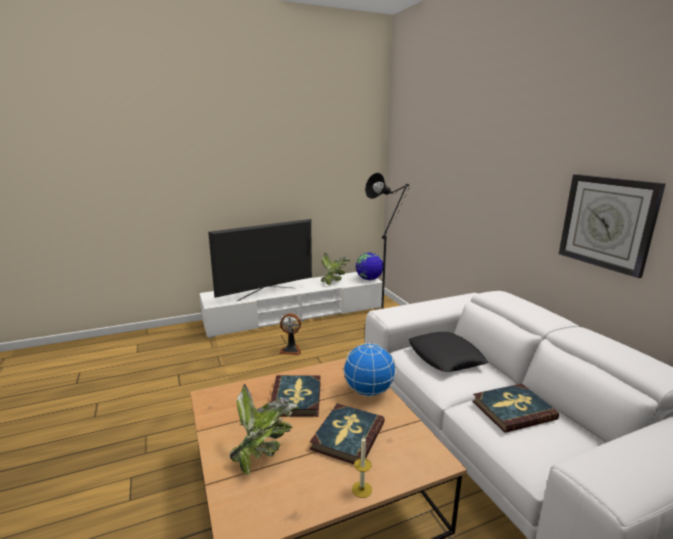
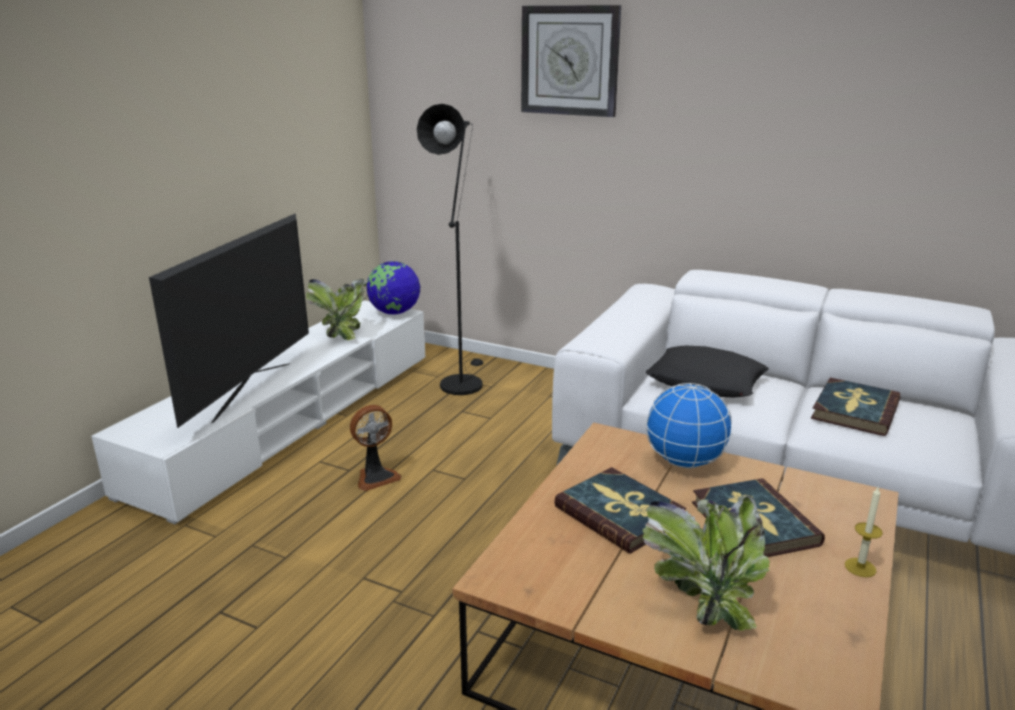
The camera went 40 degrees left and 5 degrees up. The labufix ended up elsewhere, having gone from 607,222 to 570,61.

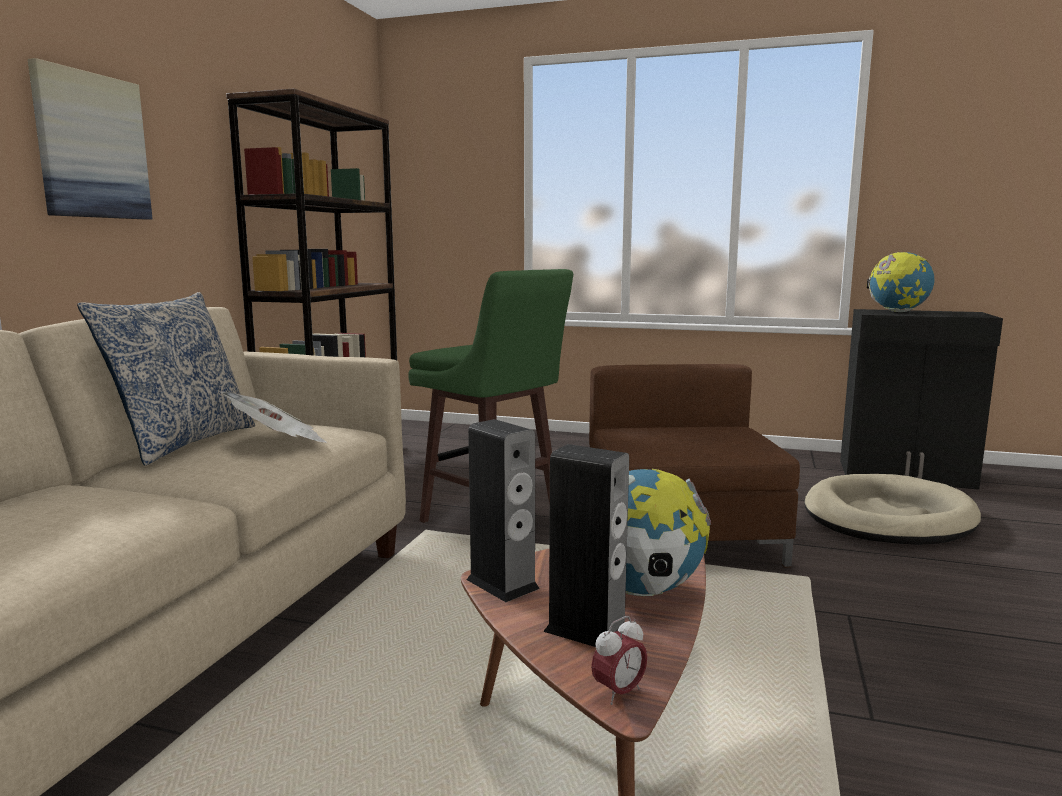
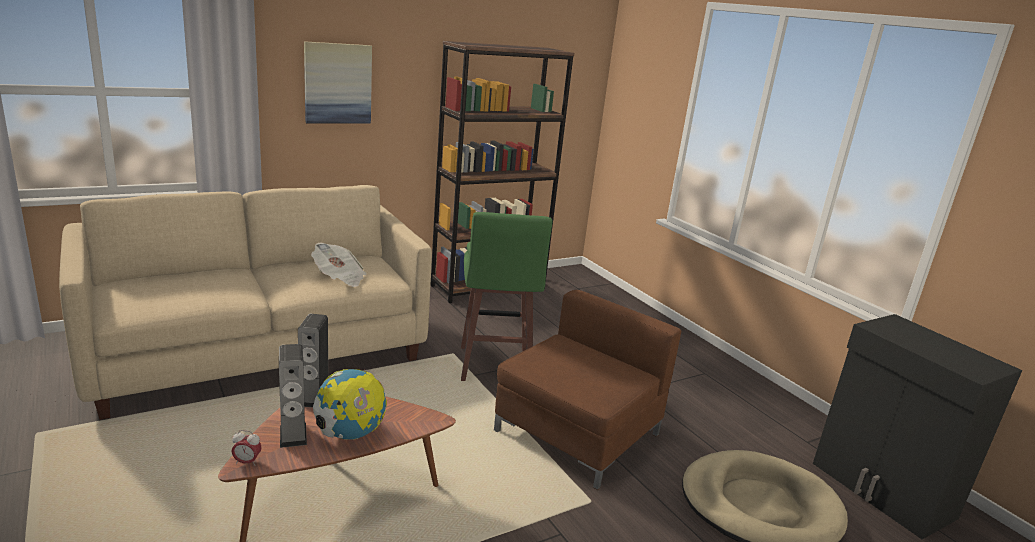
The camera went 40 degrees right and 10 degrees up. The second view lost the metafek at 897,312. The second view lost the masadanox at 182,443.

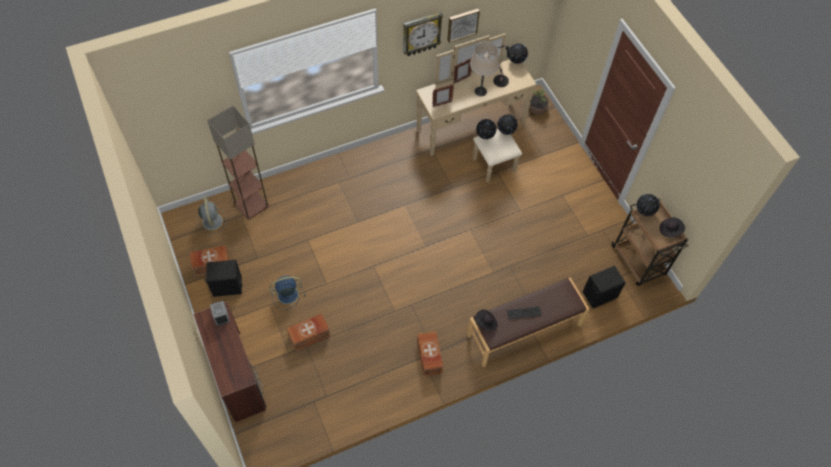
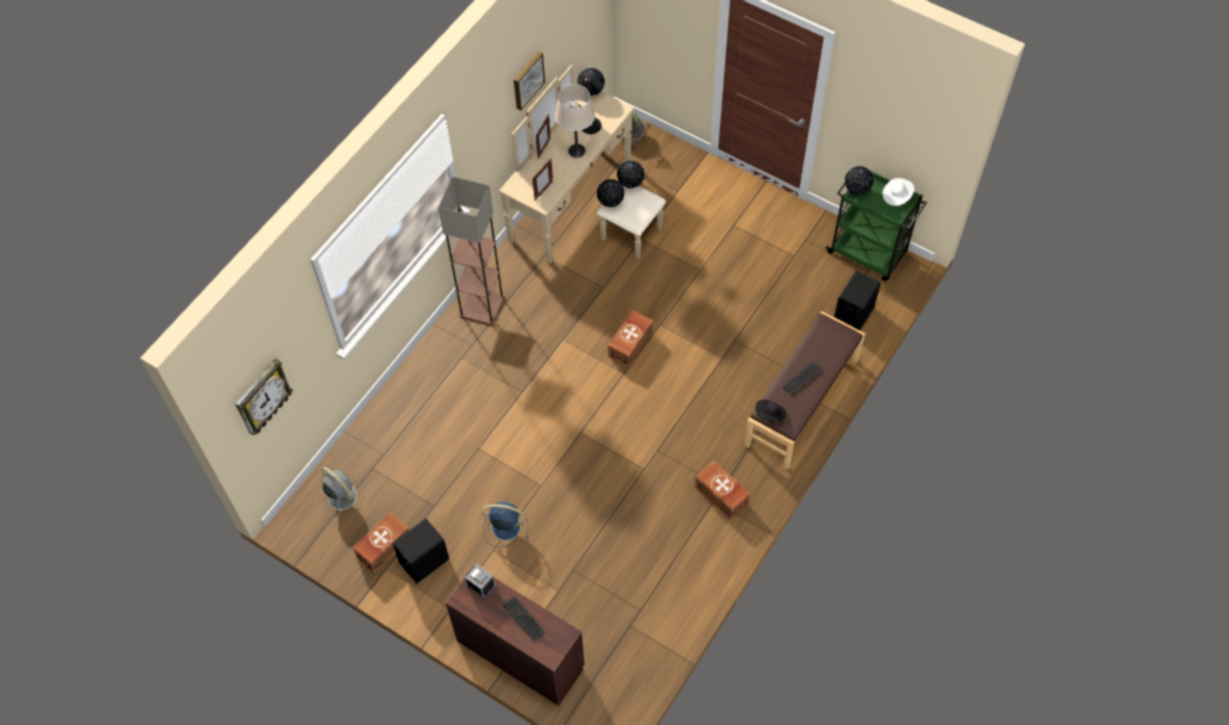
The camera went 30 degrees left and 0 degrees up. The labufix ended up elsewhere, having gone from 421,33 to 262,397. The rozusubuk ended up elsewhere, having gone from 251,204 to 481,306. What was the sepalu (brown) at 639,261 turned into the sepalu (green) at 868,253. What was the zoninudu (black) at 670,230 turned into the zoninudu (white) at 896,196. The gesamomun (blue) at 286,295 ended up facing another way, 60 degrees clockwise from before. The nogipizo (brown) ended up elsewhere, having gone from 310,336 to 631,344. The second view gained the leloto at 524,619.

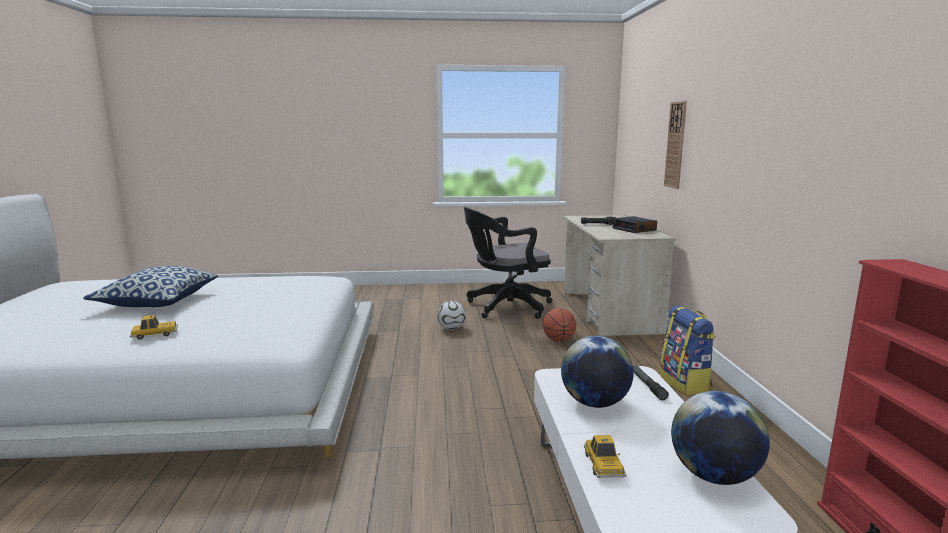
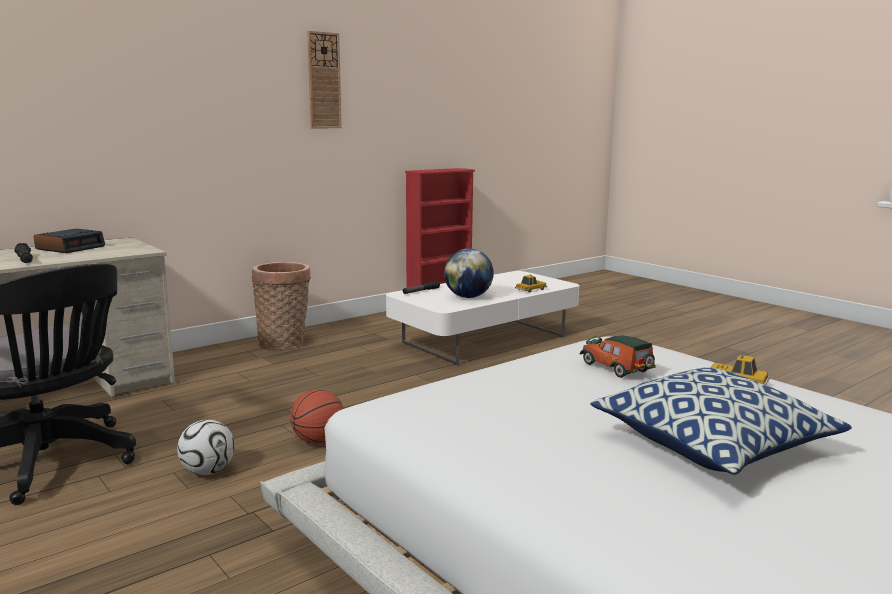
The camera went 125 degrees left and 0 degrees up. The labufix ended up elsewhere, having gone from 676,145 to 324,80. Where the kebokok stood at 685,383, the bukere came to stand at 284,343. The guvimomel ended up elsewhere, having gone from 558,340 to 318,441. The second view lost the metafek at 714,476. The second view gained the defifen at 617,369.

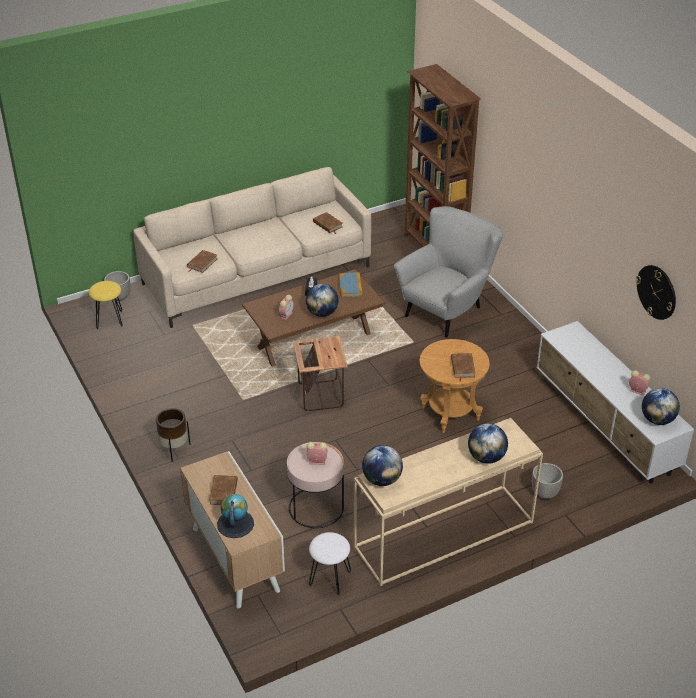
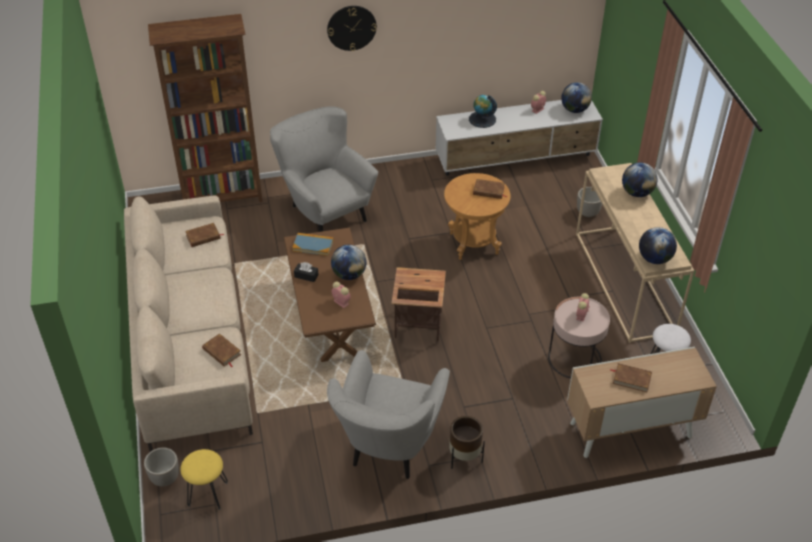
The camera went 75 degrees left and 5 degrees up. The labufix ended up elsewhere, having gone from 656,292 to 351,27. The metafek ended up elsewhere, having gone from 235,524 to 482,119. The second view gained the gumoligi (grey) at 389,448.

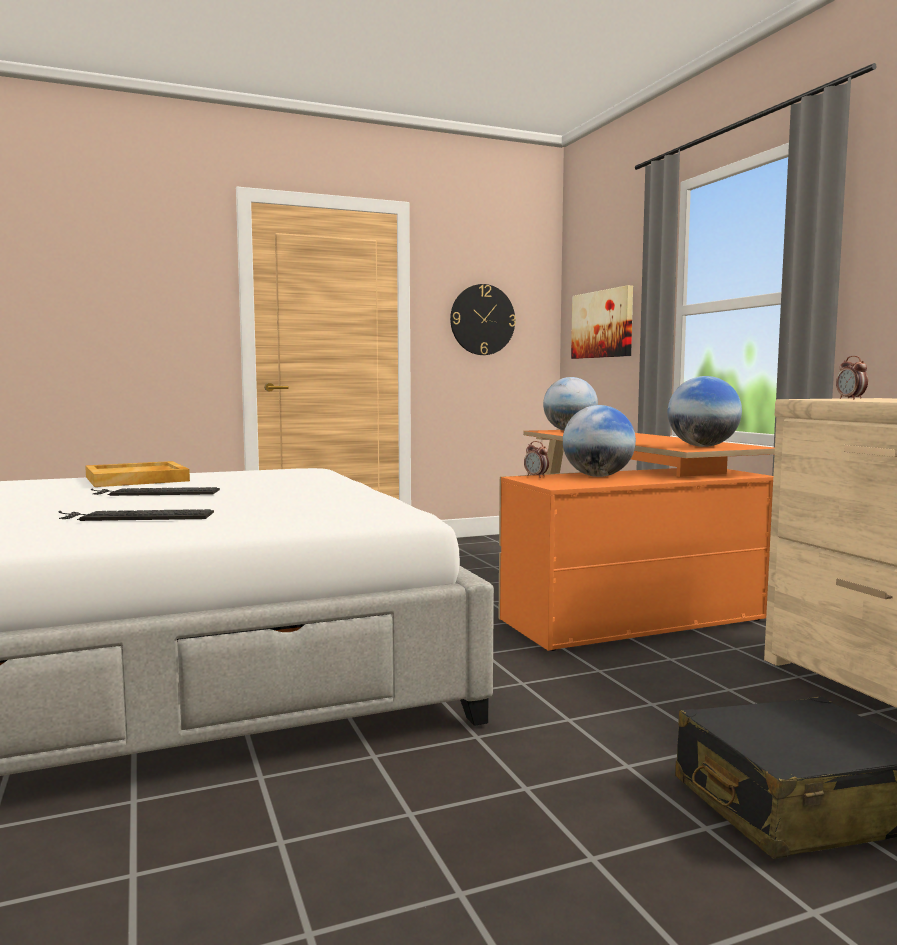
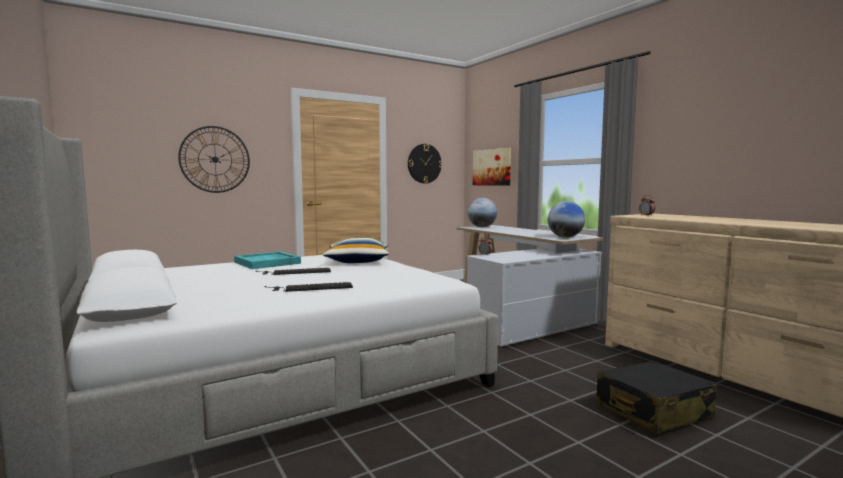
The camera went 10 degrees left and 0 degrees up. The second view lost the metafek at 597,476. What was the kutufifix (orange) at 618,597 turned into the kutufifix (white) at 518,316. What was the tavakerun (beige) at 137,479 turned into the tavakerun (turquoise) at 268,263. The second view gained the labufix at 215,159. The second view gained the masadanox at 357,261.

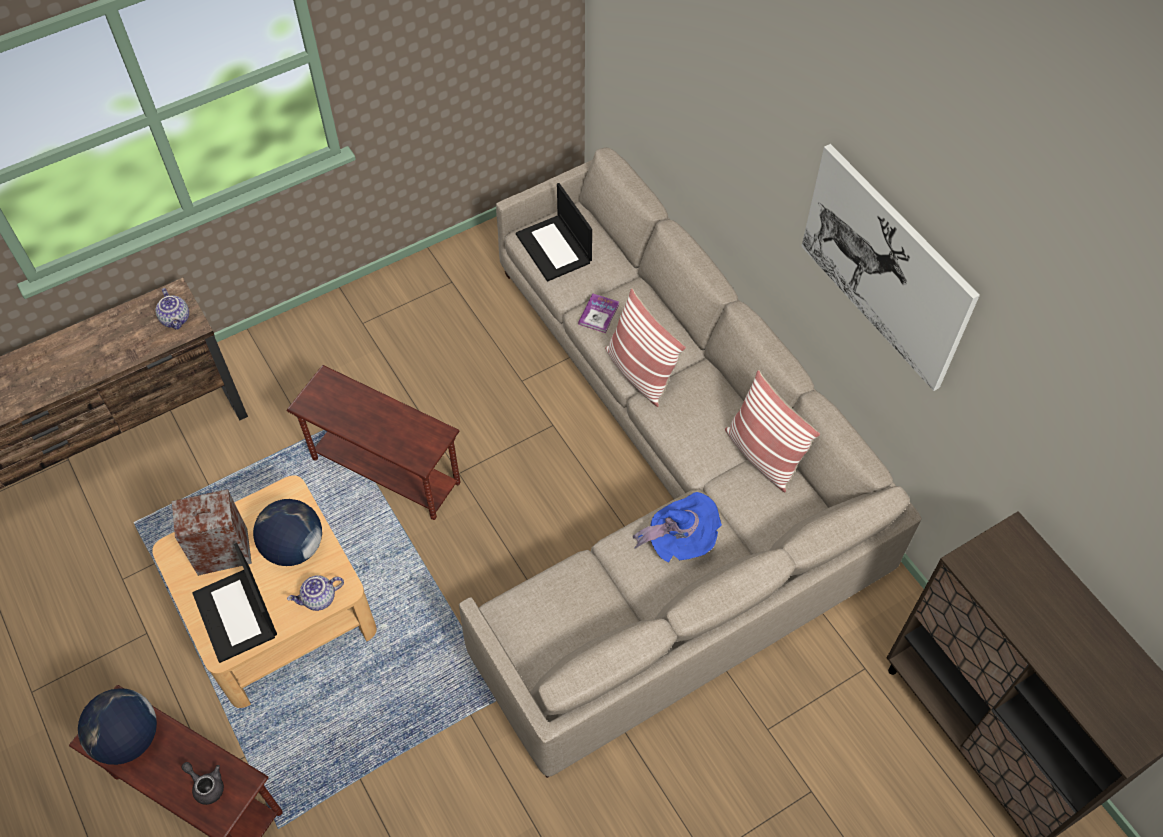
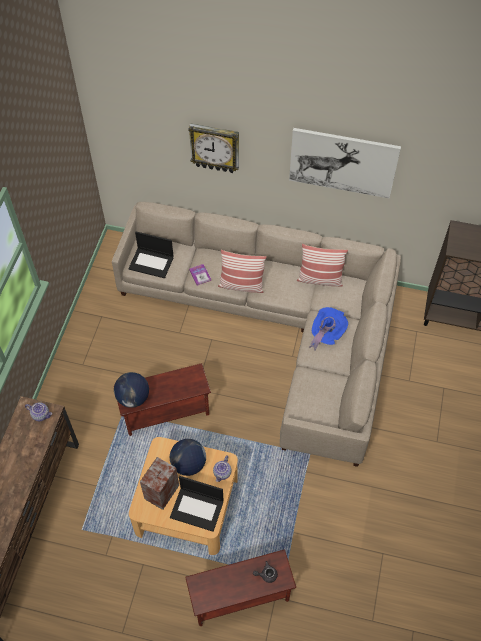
The camera went 45 degrees left and 0 degrees up. The metafek ended up elsewhere, having gone from 129,738 to 133,398. The second view gained the labufix at 215,147.

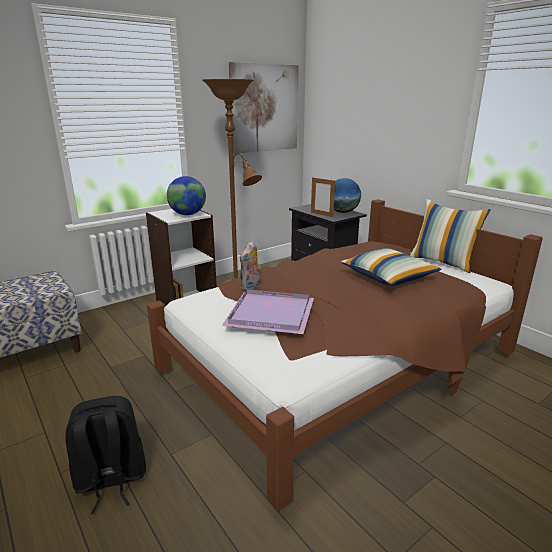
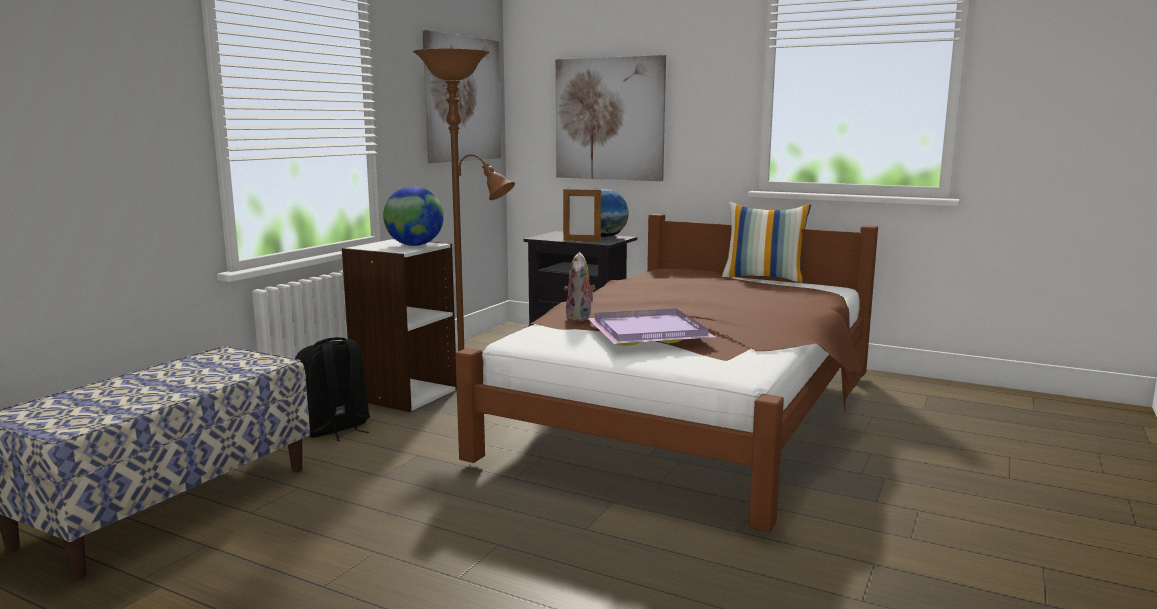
The camera went 25 degrees left and 10 degrees down. The second view lost the masadanox at 388,277. The kebokok (black) ended up elsewhere, having gone from 110,480 to 334,429. The second view gained the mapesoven at 609,119.

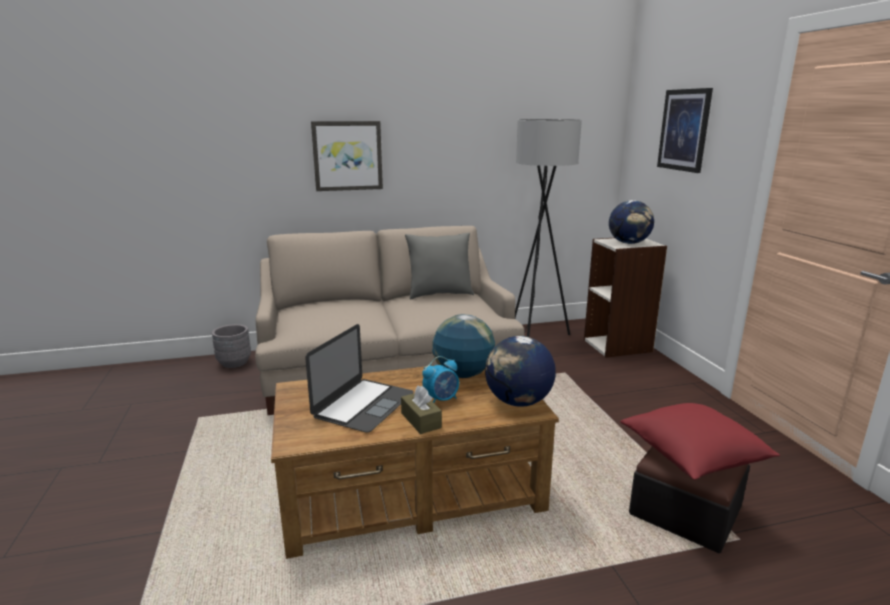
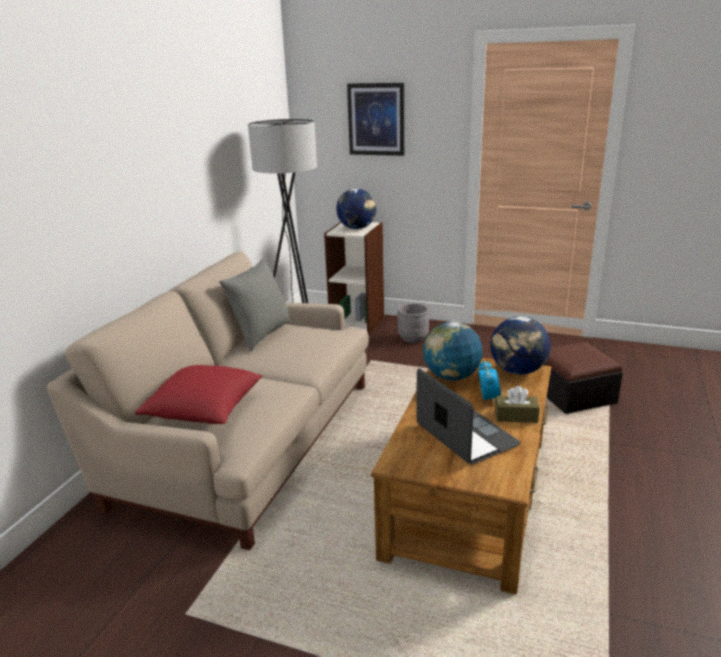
The camera went 55 degrees left and 5 degrees up. The second view lost the mapesoven at 347,156. The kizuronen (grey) ended up elsewhere, having gone from 234,363 to 413,338. The masadanox (red) ended up elsewhere, having gone from 693,457 to 205,411.

